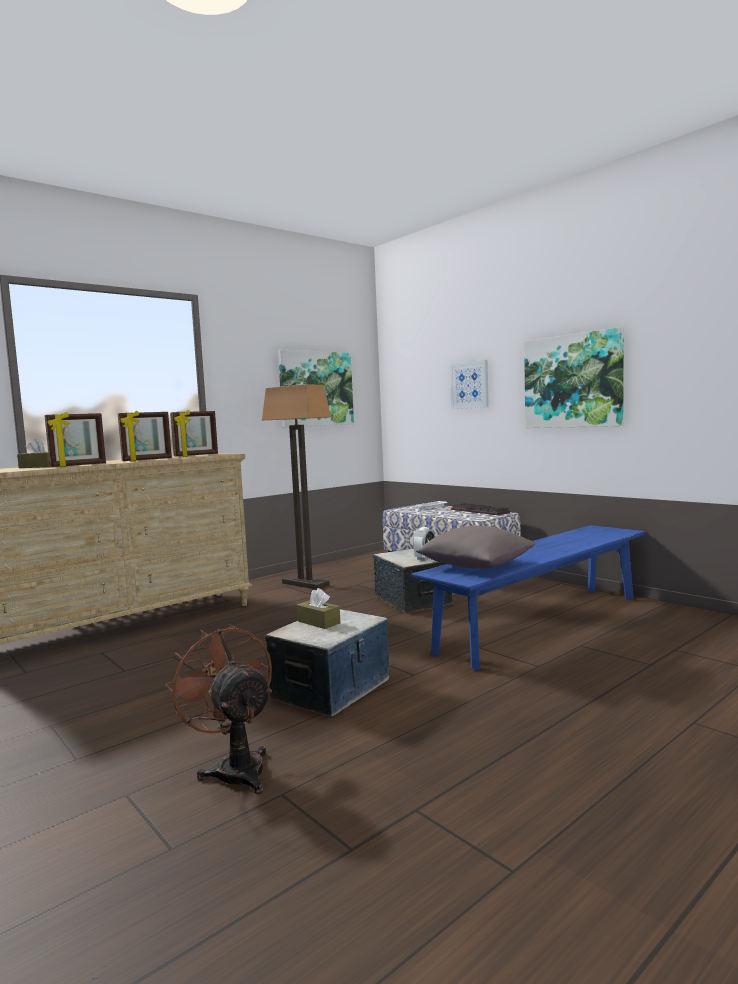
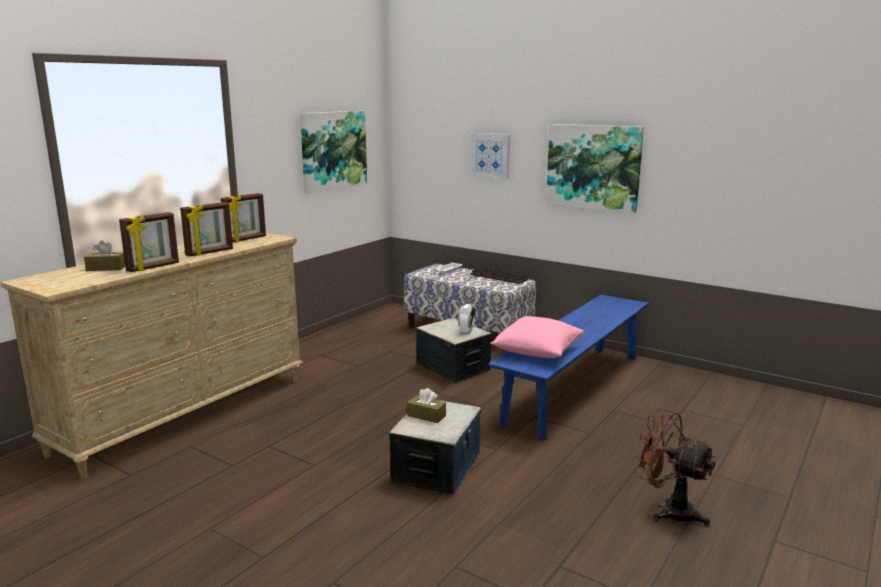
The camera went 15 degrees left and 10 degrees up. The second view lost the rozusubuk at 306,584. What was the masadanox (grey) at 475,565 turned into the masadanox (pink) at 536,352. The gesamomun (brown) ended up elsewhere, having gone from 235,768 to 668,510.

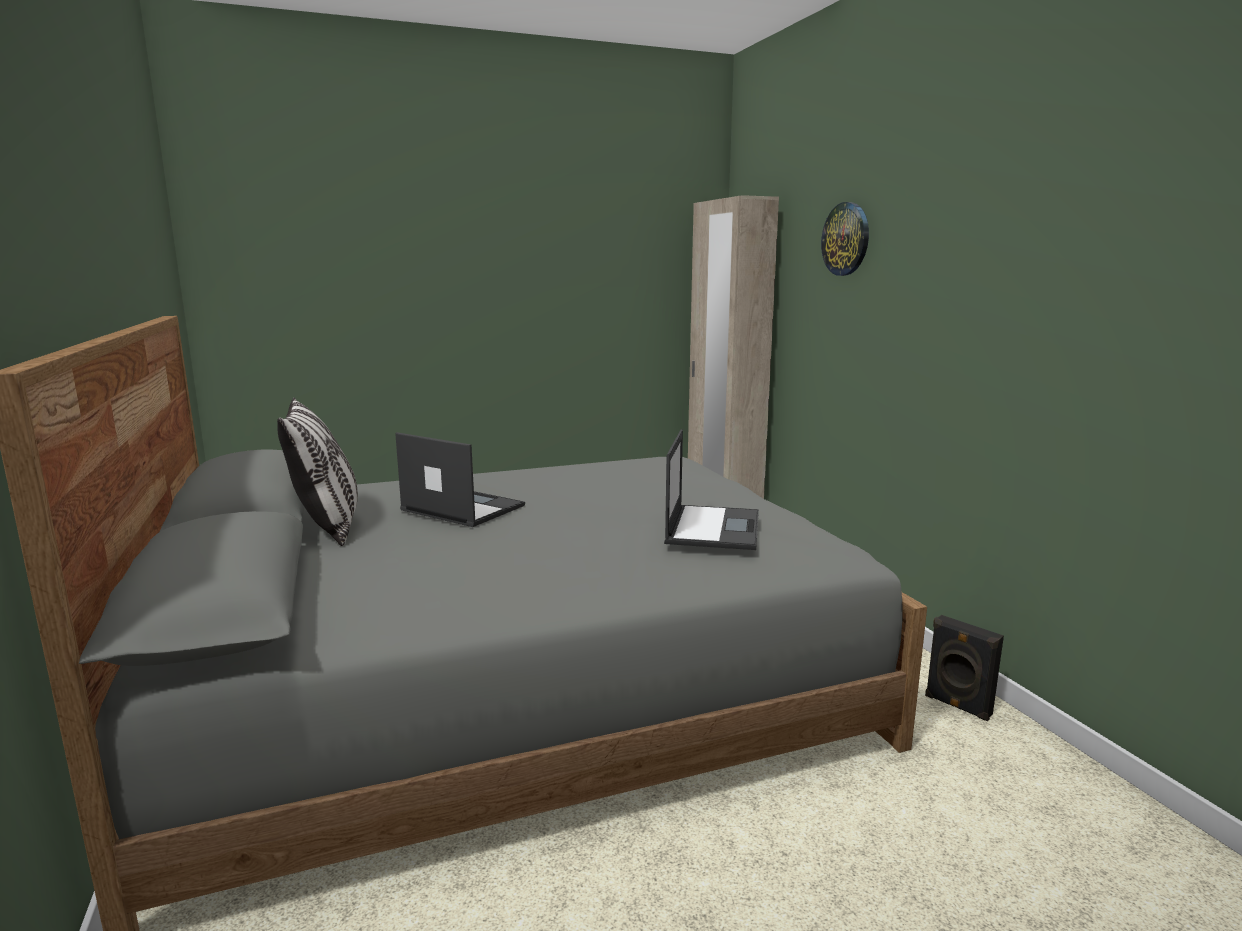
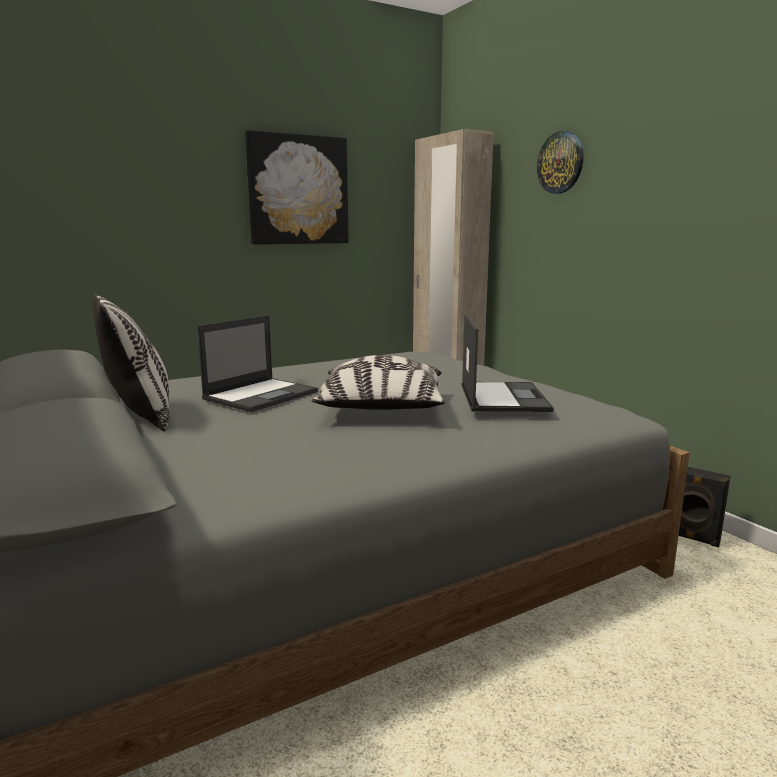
The camera went 10 degrees left and 0 degrees up. The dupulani at 461,508 ended up facing another way, 105 degrees clockwise from before. The second view gained the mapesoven at 298,190. The second view gained the masadanox at 382,409.

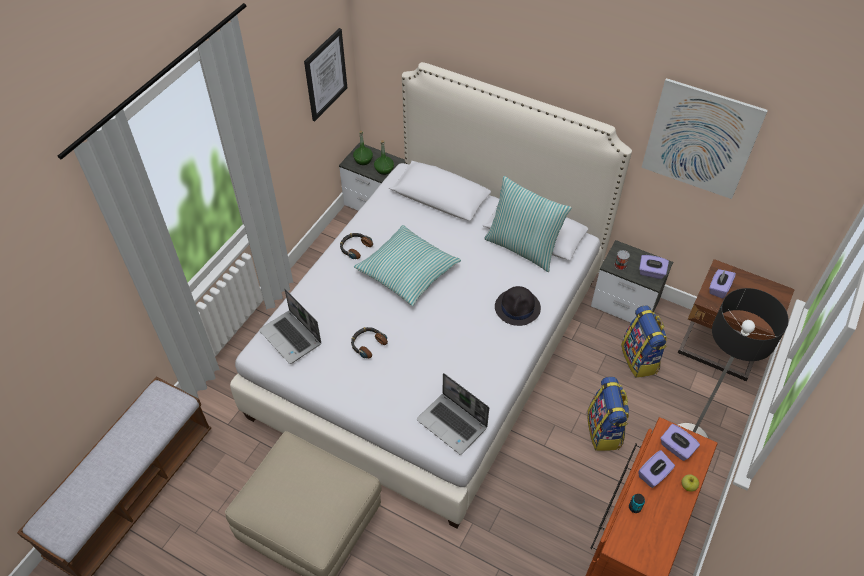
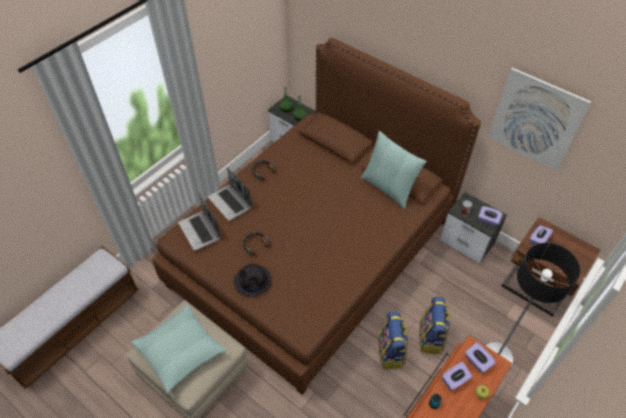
The camera went 10 degrees right and 0 degrees up. The second view lost the mapesoven at 325,74. What was the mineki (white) at 431,343 turned into the mineki (brown) at 312,251. The masadanox ended up elsewhere, having gone from 407,271 to 180,351. The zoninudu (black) ended up elsewhere, having gone from 518,308 to 253,281. The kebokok ended up elsewhere, having gone from 640,359 to 391,352. The dupulani ended up elsewhere, having gone from 453,424 to 230,203.

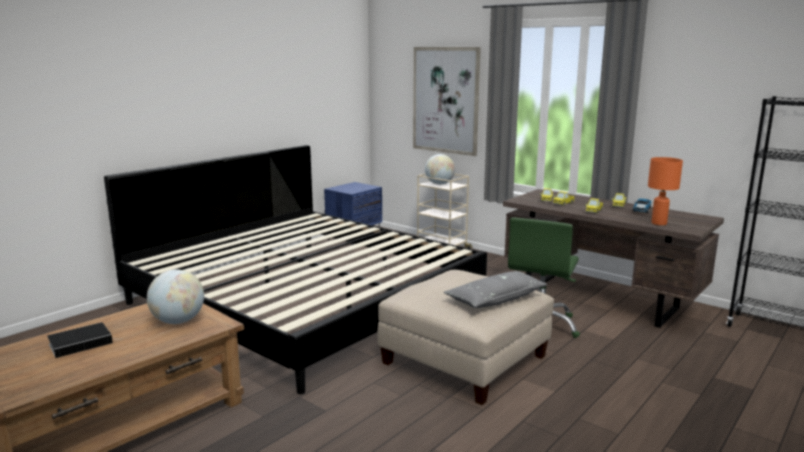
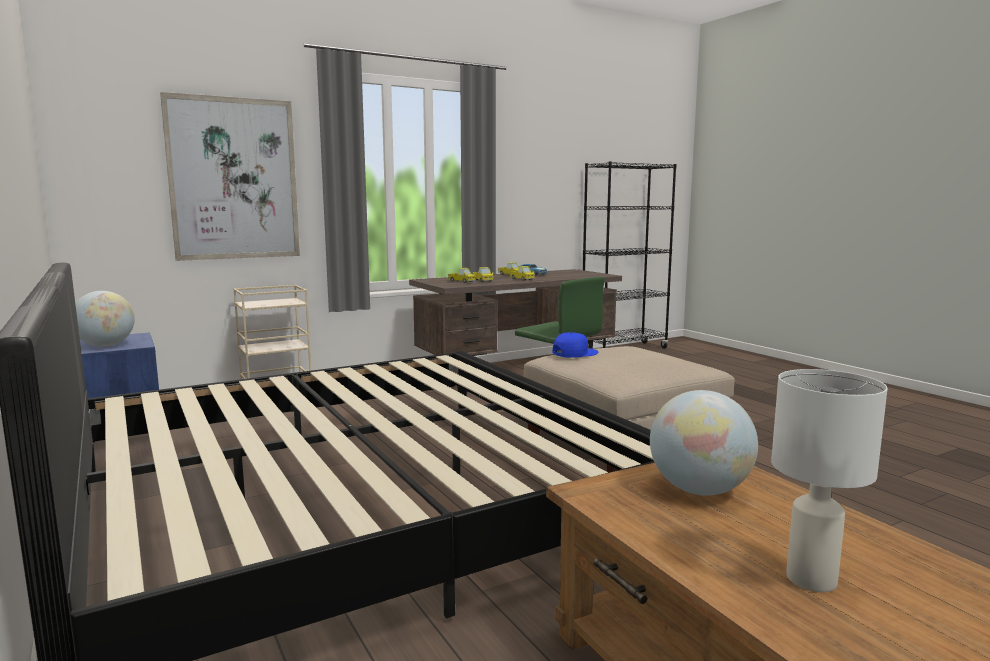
The camera went 70 degrees left and 5 degrees down. The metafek ended up elsewhere, having gone from 439,184 to 105,346. The second view lost the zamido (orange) at 658,223. The second view lost the masadanox (grey) at 496,299. Where the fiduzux stood at 82,343, the zamido (white) came to stand at 811,580. The second view gained the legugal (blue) at 574,353.

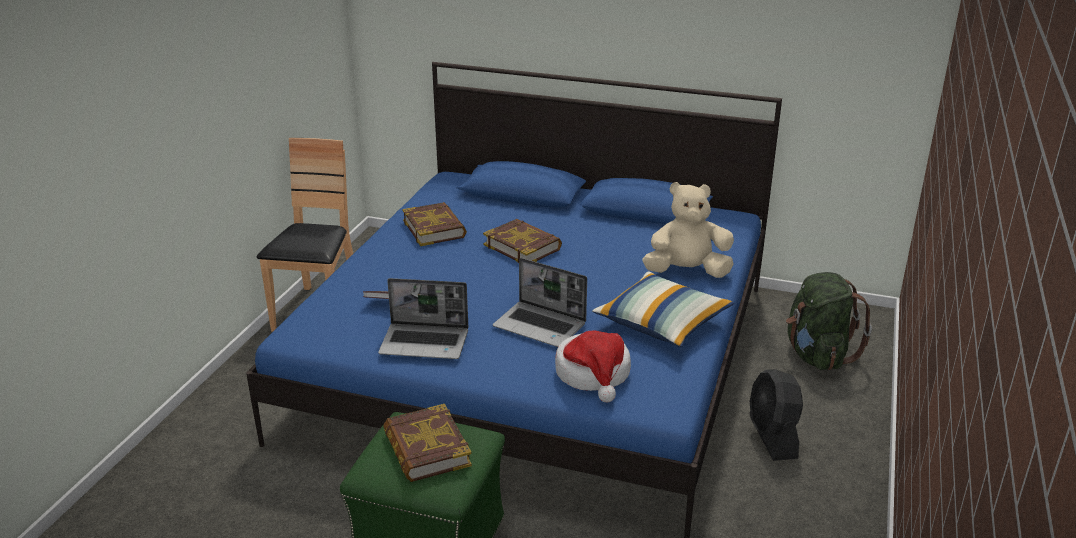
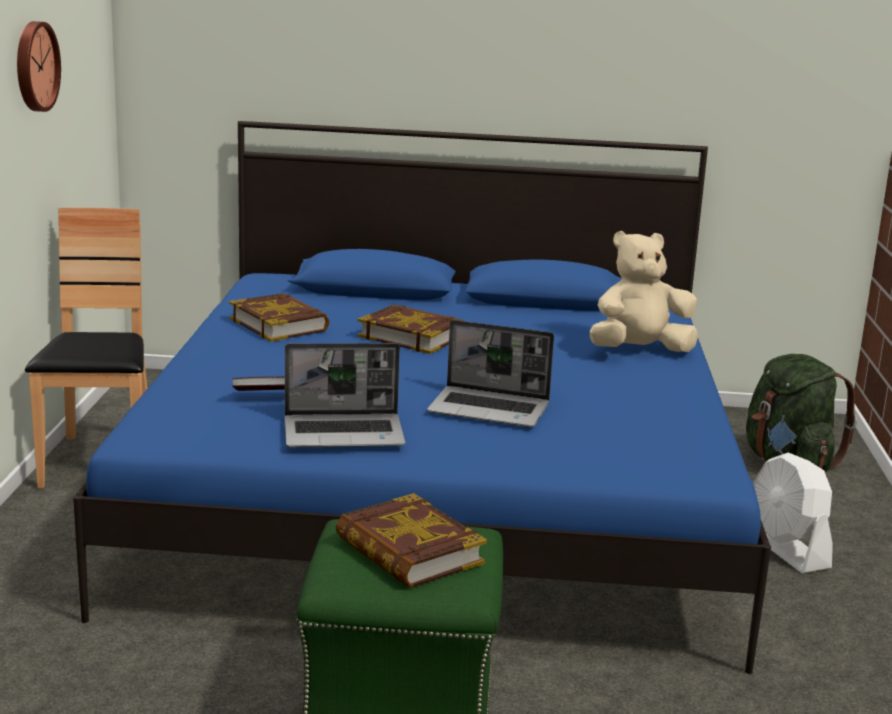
The camera went 15 degrees left and 10 degrees down. The second view lost the masadanox at 662,323. The second view lost the zoninudu at 593,374. What was the gesamomun (black) at 772,437 turned into the gesamomun (white) at 786,549. The second view gained the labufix at 34,66.

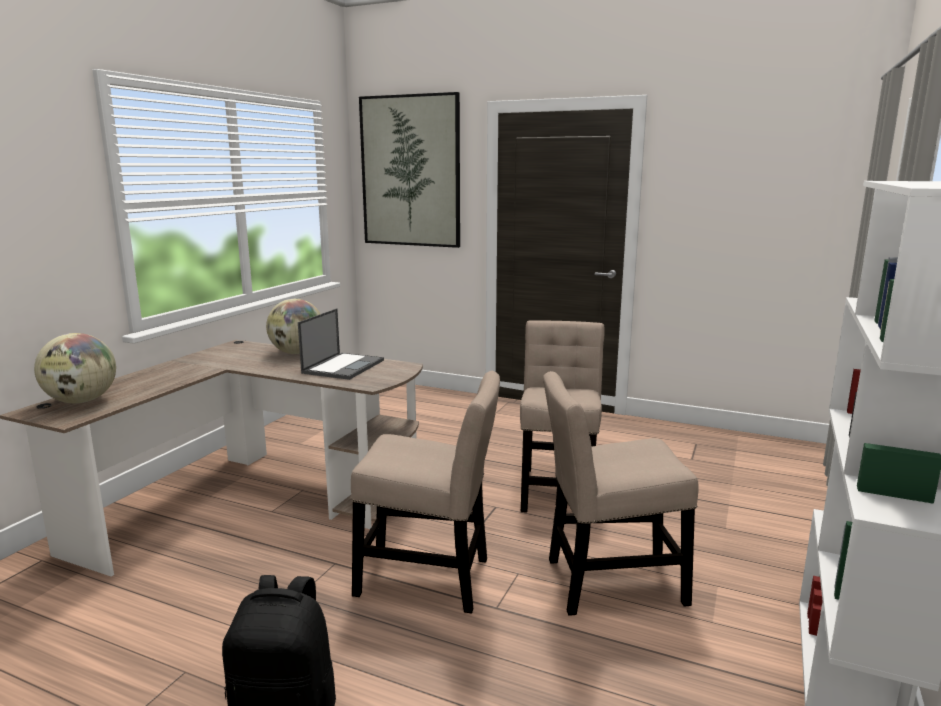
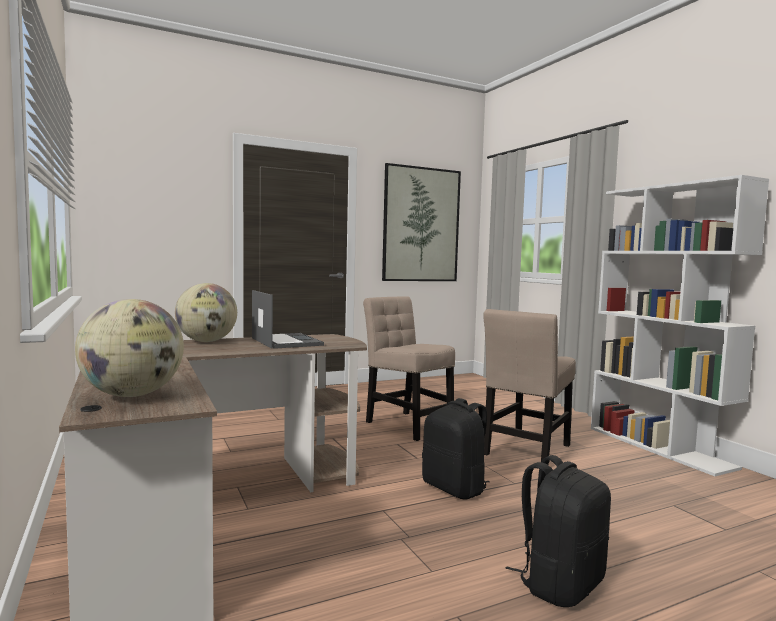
The camera went 50 degrees left and 10 degrees down. The mapesoven ended up elsewhere, having gone from 410,171 to 421,224. Where the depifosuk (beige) stood at 430,579, the kebokok (black) came to stand at 455,488.

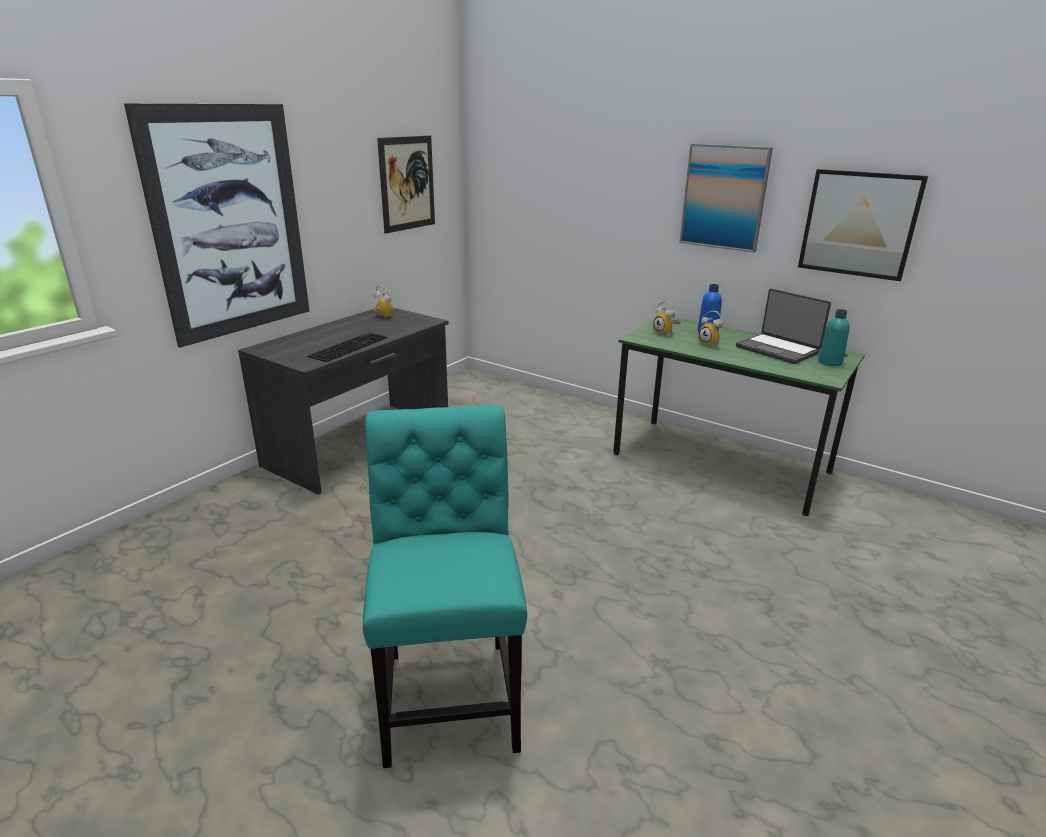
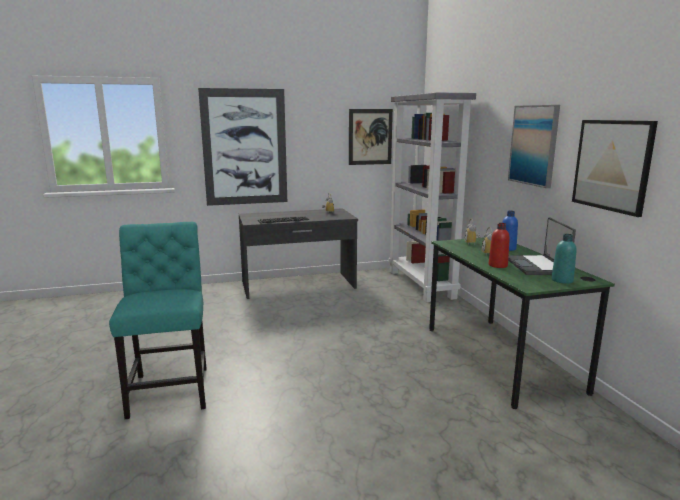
The camera went 40 degrees right and 10 degrees down. The depifosuk (turquoise) at 450,692 ended up facing another way, 45 degrees counterclockwise from before. The second view gained the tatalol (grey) at 422,284. The second view gained the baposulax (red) at 498,265.

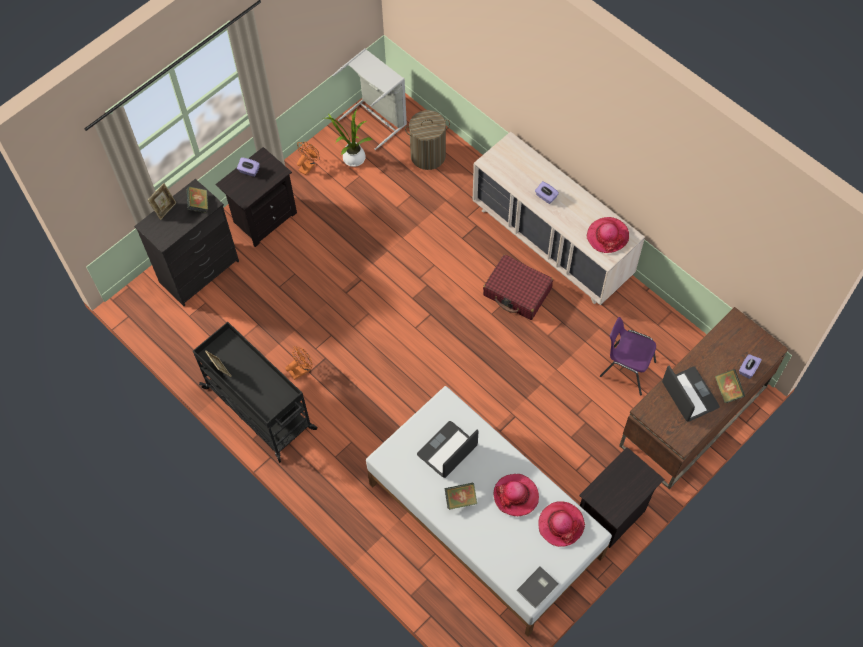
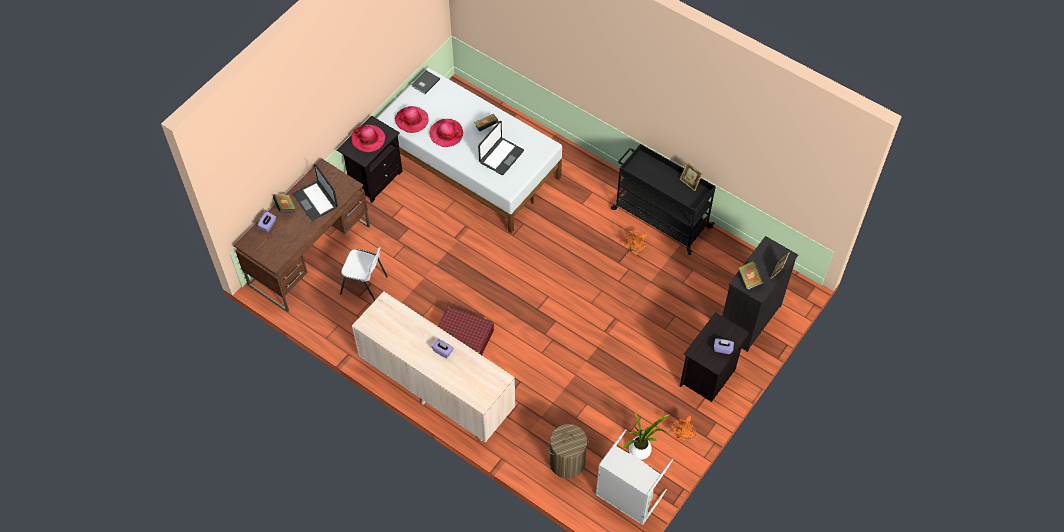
The camera went 170 degrees right and 5 degrees down. The zoninudu ended up elsewhere, having gone from 607,236 to 368,139. What was the depifosuk (purple) at 626,368 turned into the depifosuk (white) at 365,285.

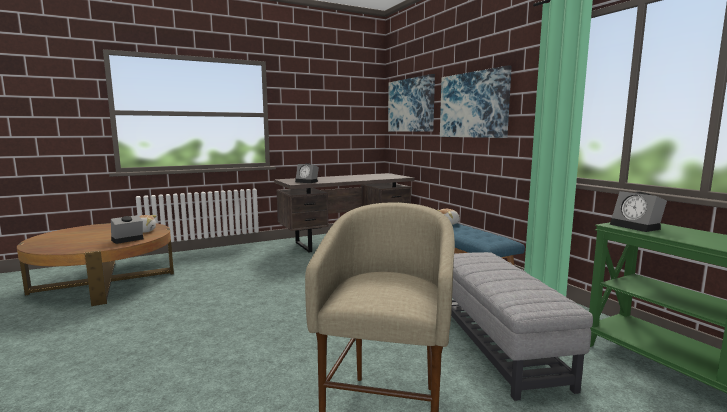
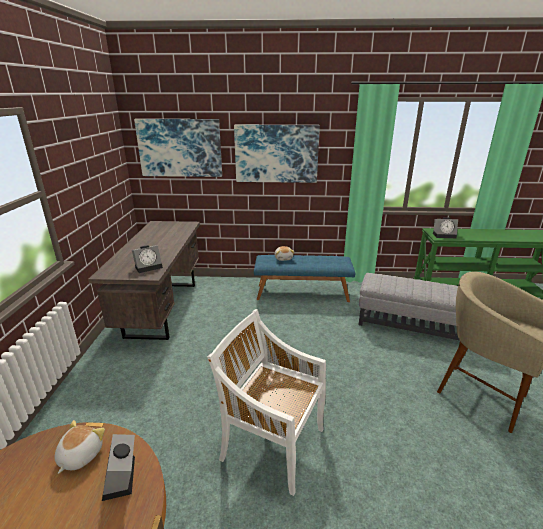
The camera went 60 degrees left and 15 degrees up. The second view gained the depifosuk (white) at 271,443.

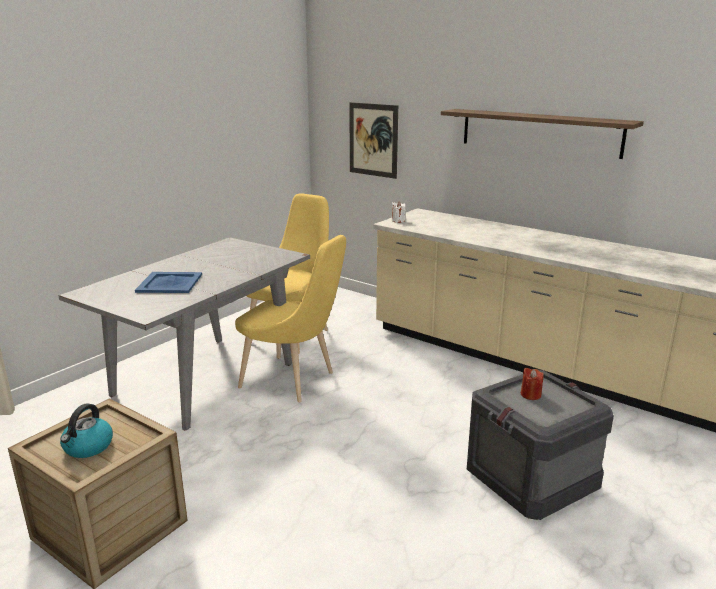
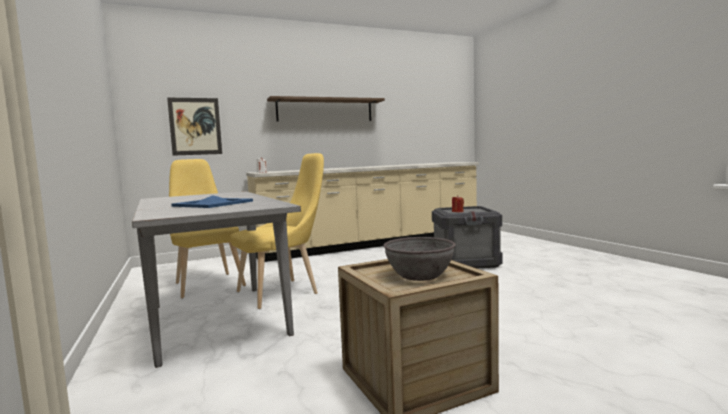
The camera went 60 degrees left and 15 degrees down. Where the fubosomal stood at 88,447, the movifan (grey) came to stand at 419,275.

